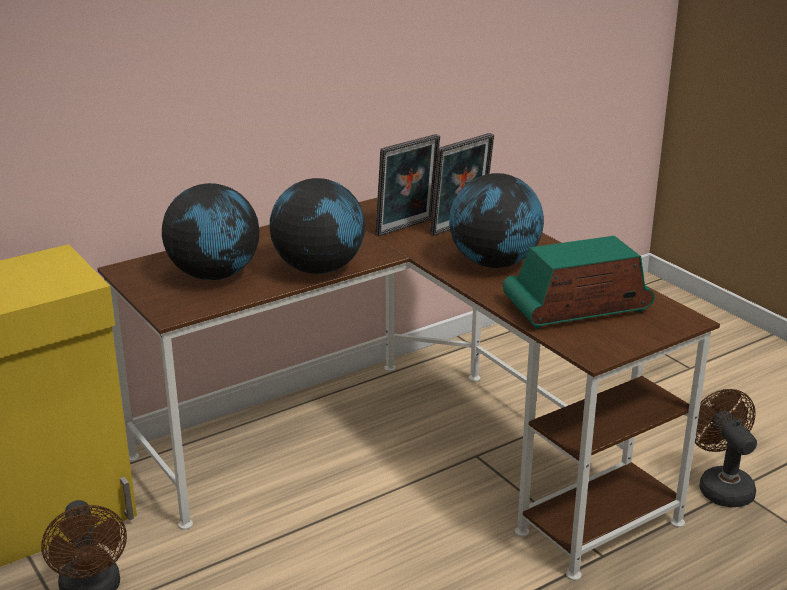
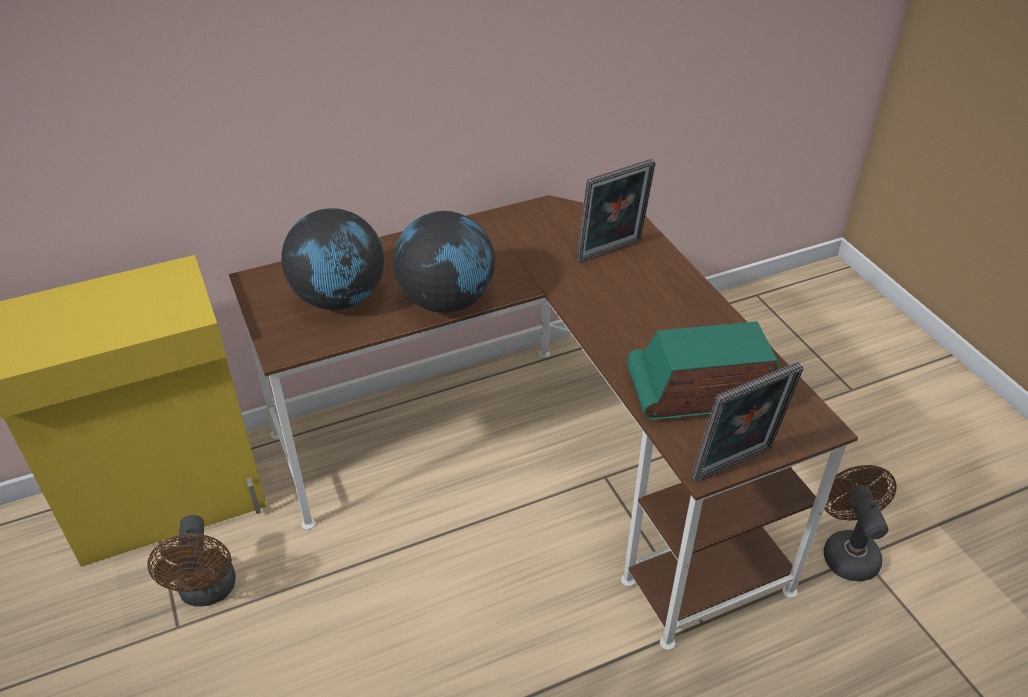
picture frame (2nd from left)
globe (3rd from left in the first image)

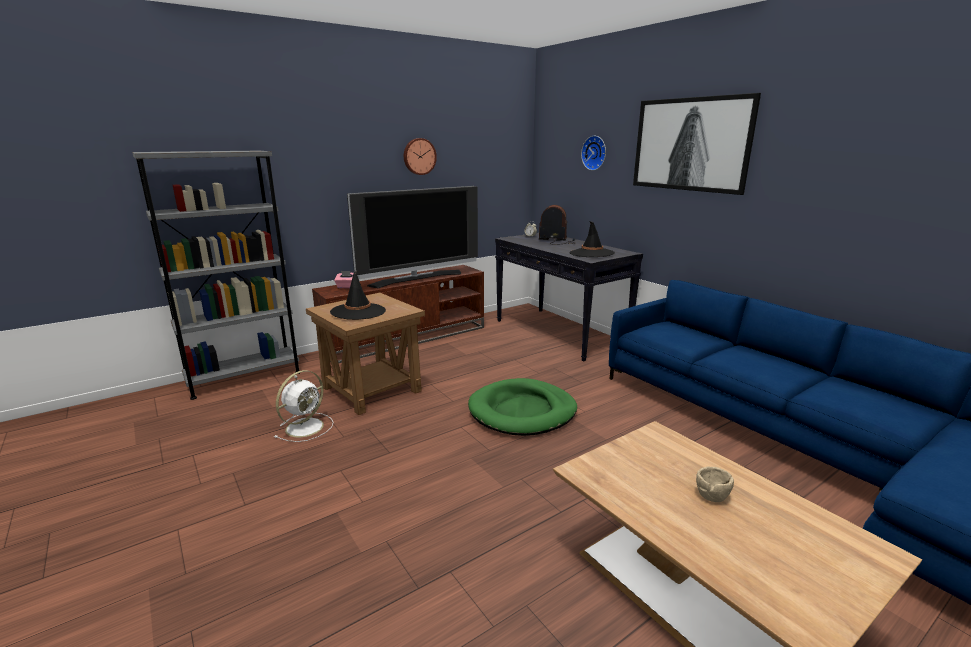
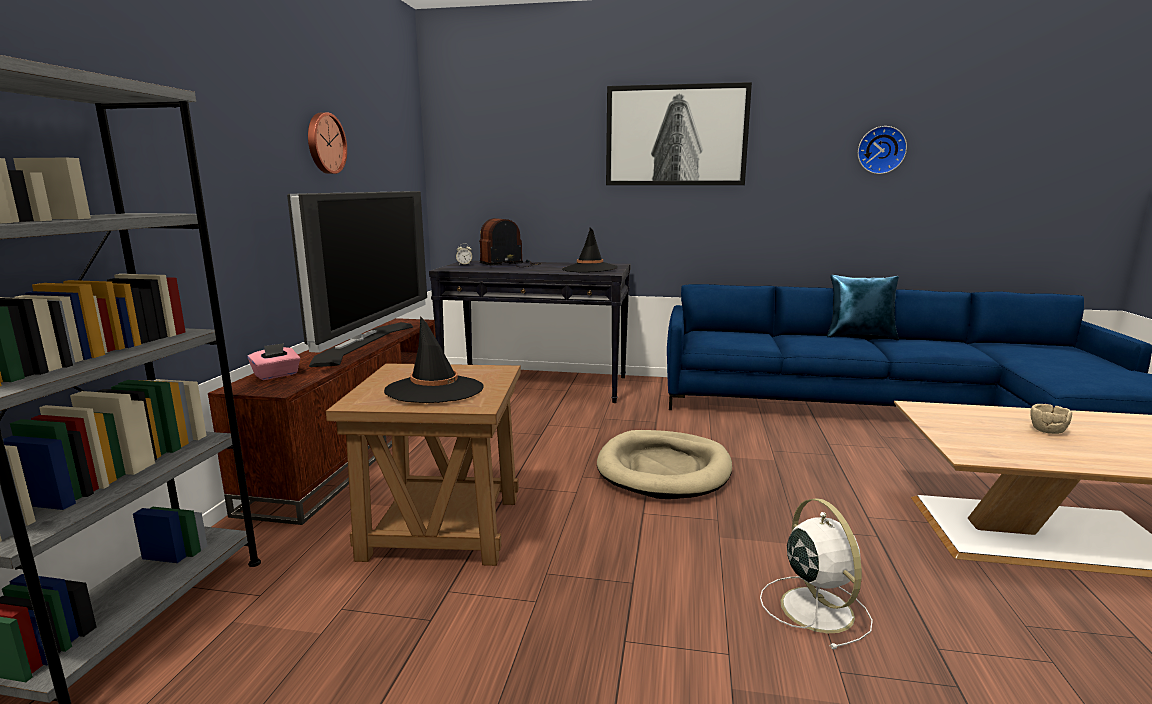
dog bed/beige
fan/white
pillow/blue
wall clock (2nd from left)

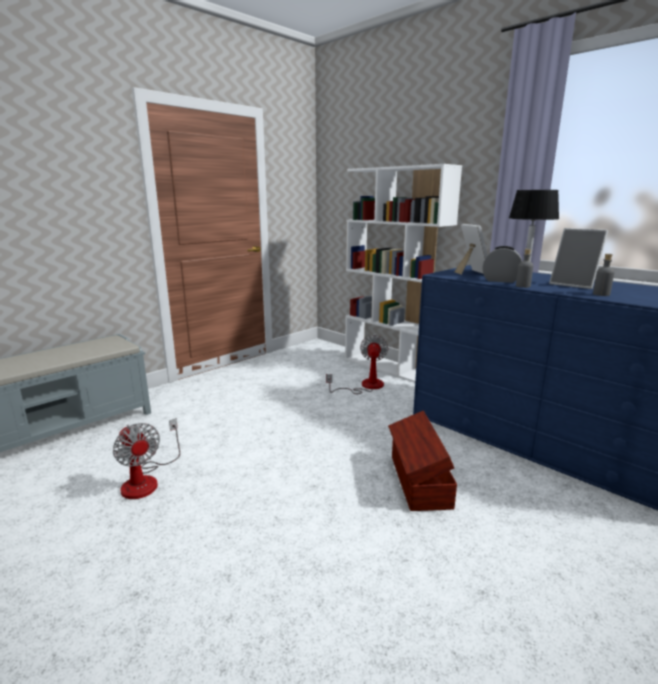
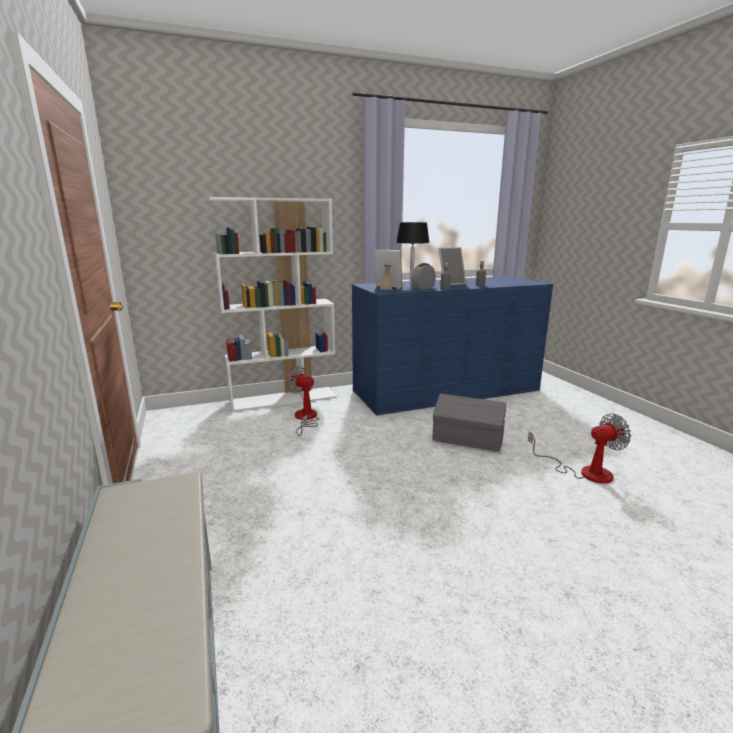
storage box/grey
fan (2nd from left)

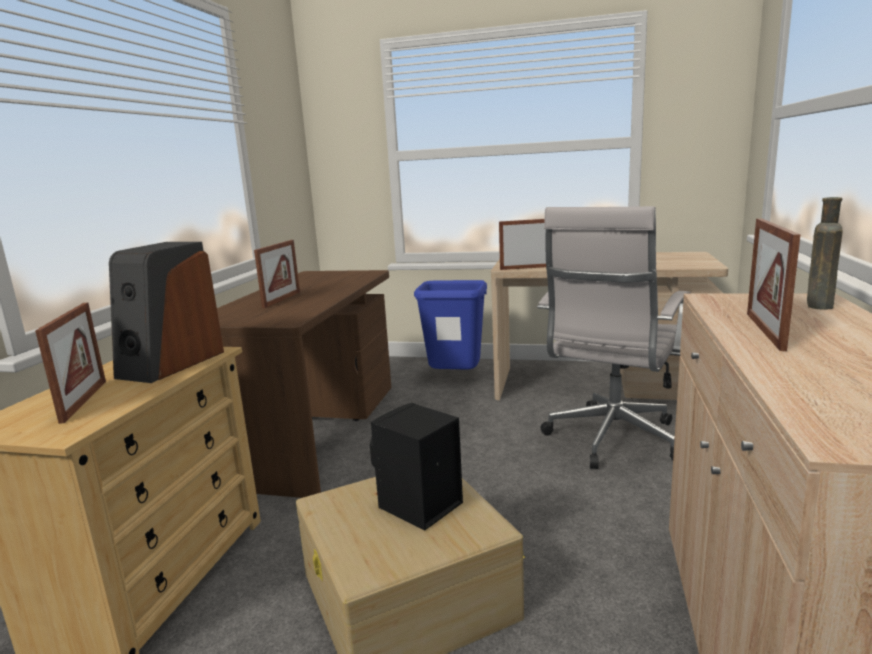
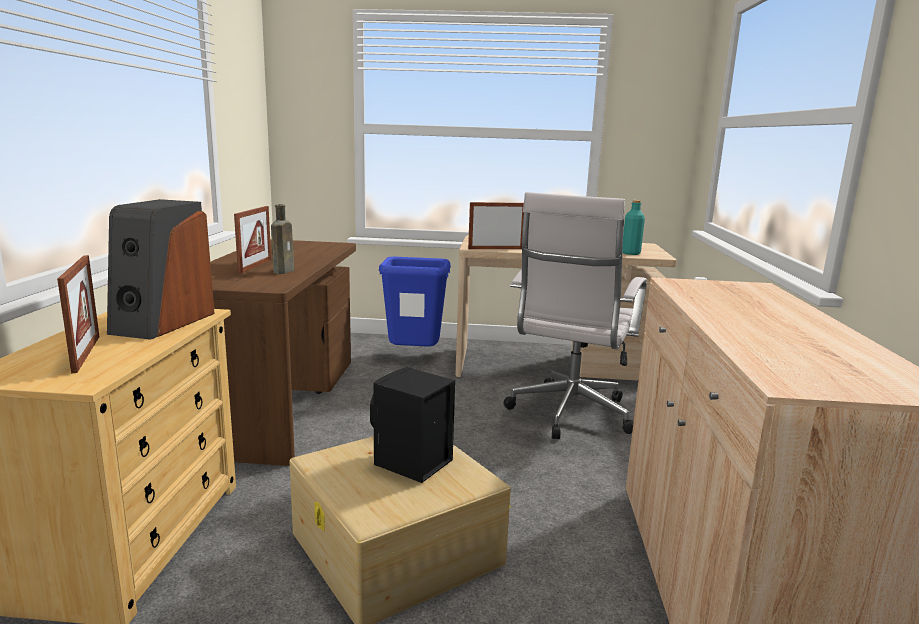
bottle/brown
bottle/turquoise
picture frame (4th from left in the first image)

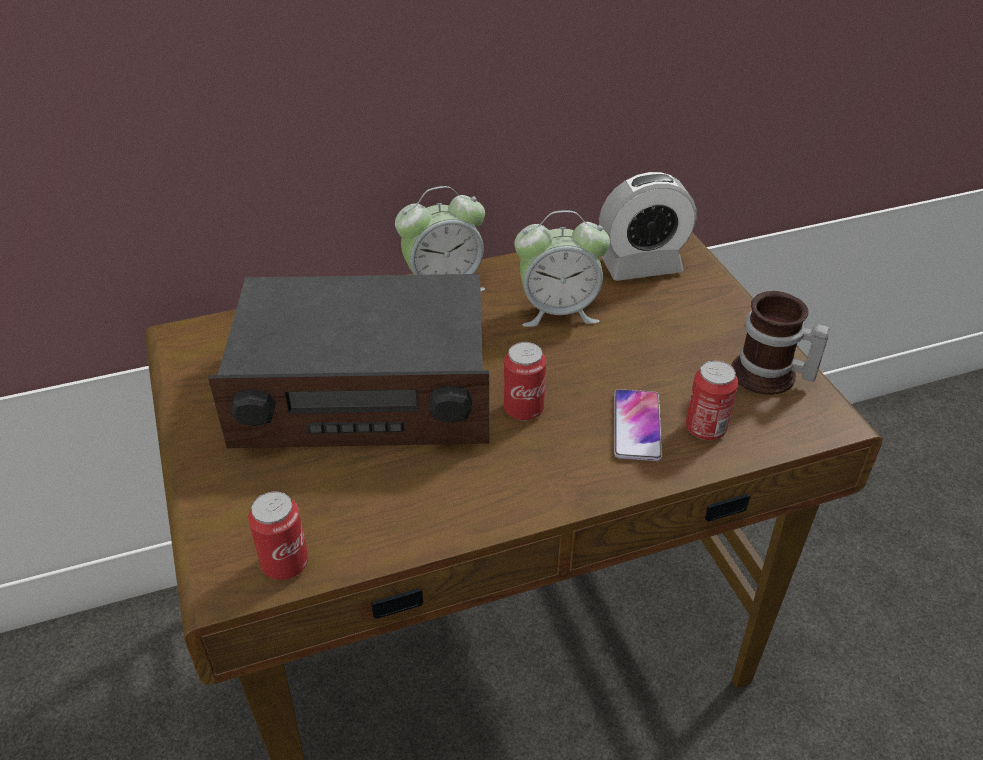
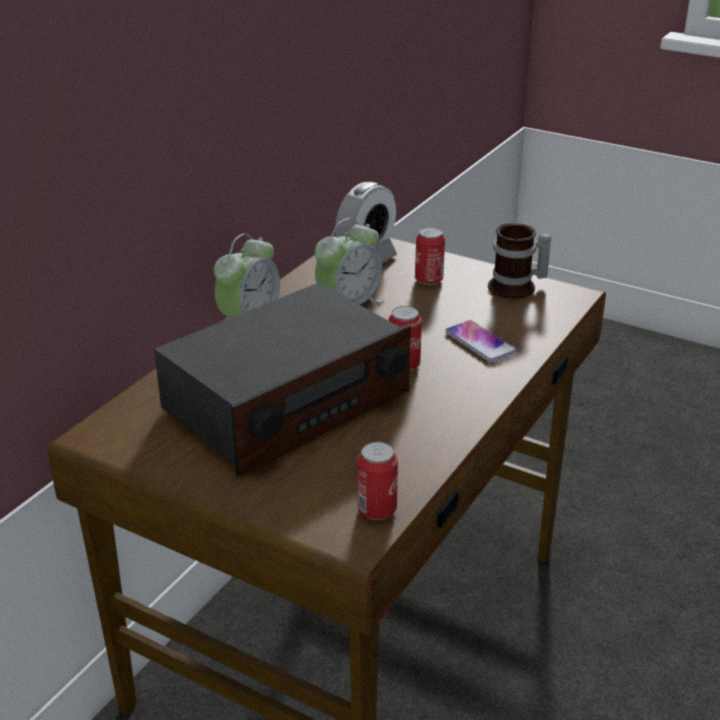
can (3rd from left)

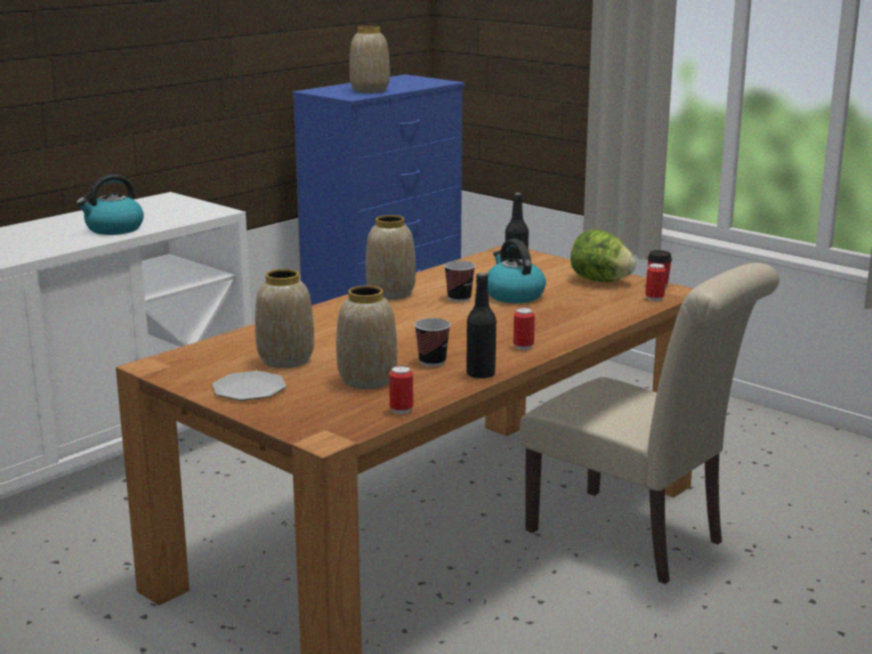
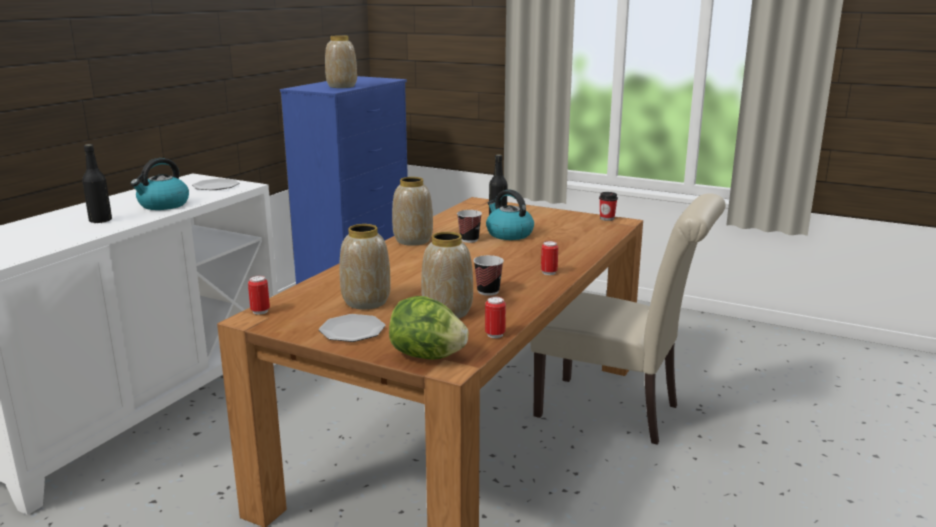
bottle/black (1st from left)
plate (1st from left)
can (1st from left)
lettuce

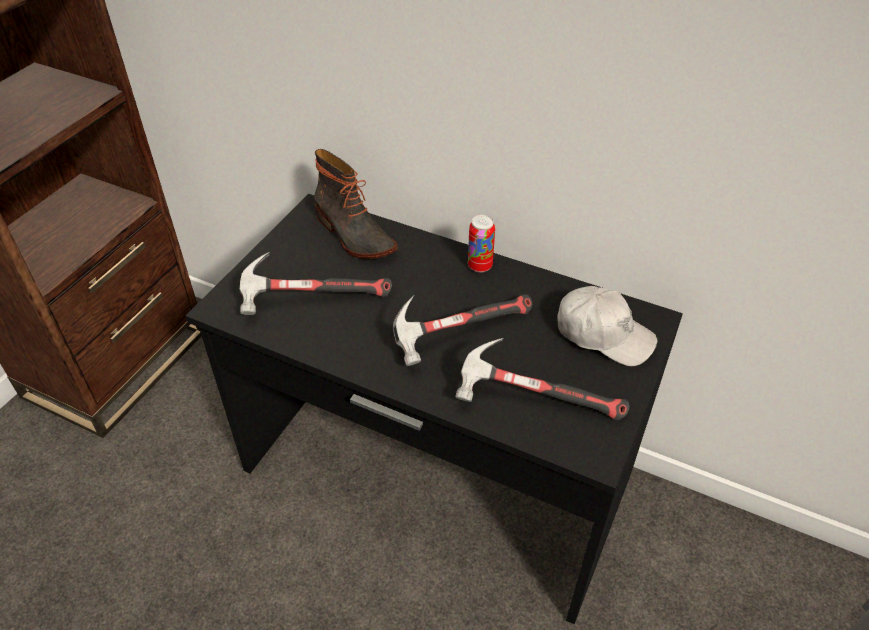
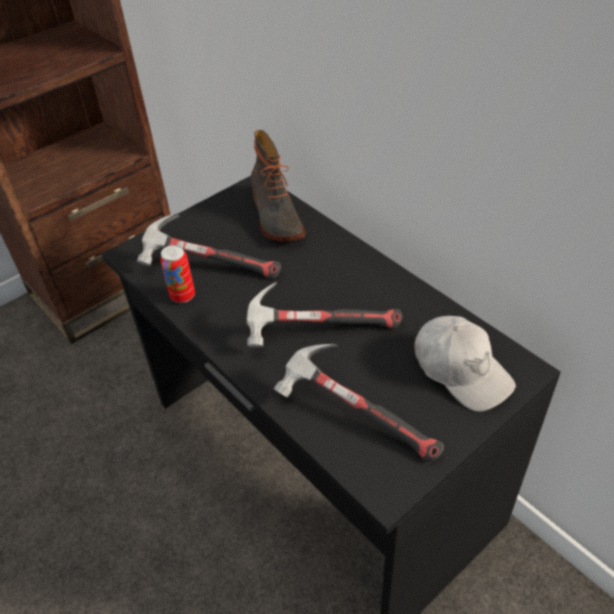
can

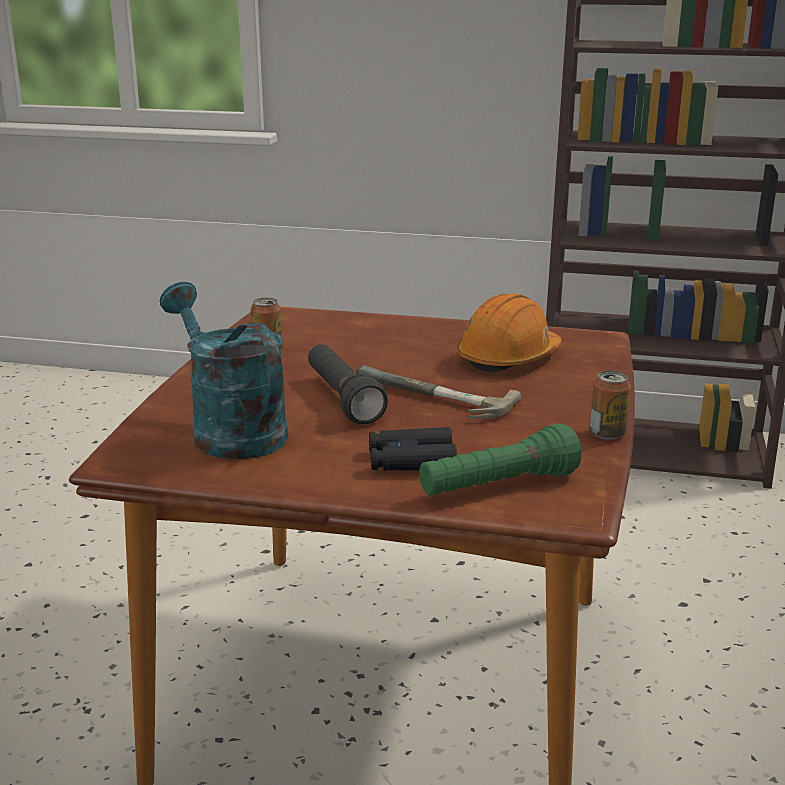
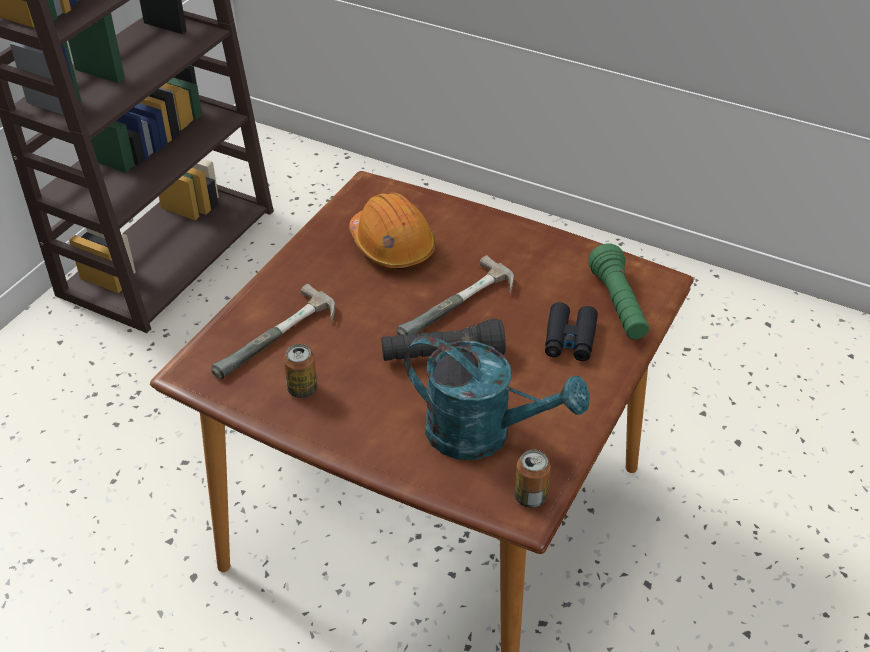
hammer (1st from left)
watering can/turquoise
can (2nd from left)

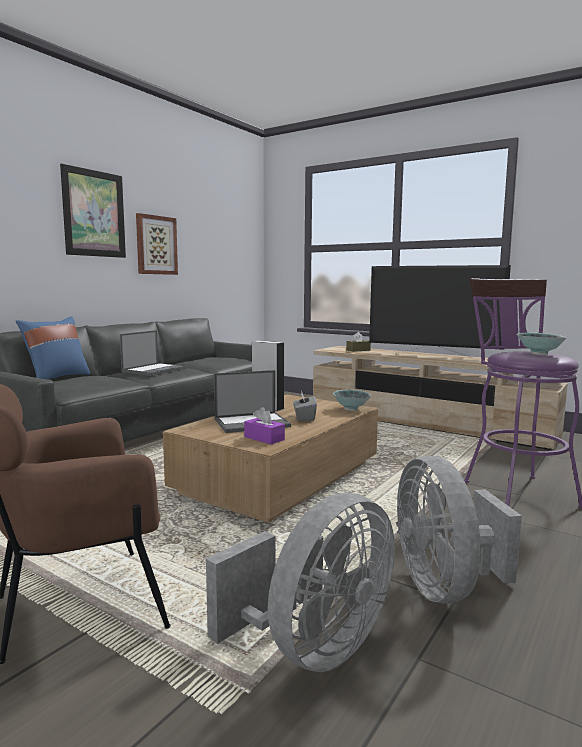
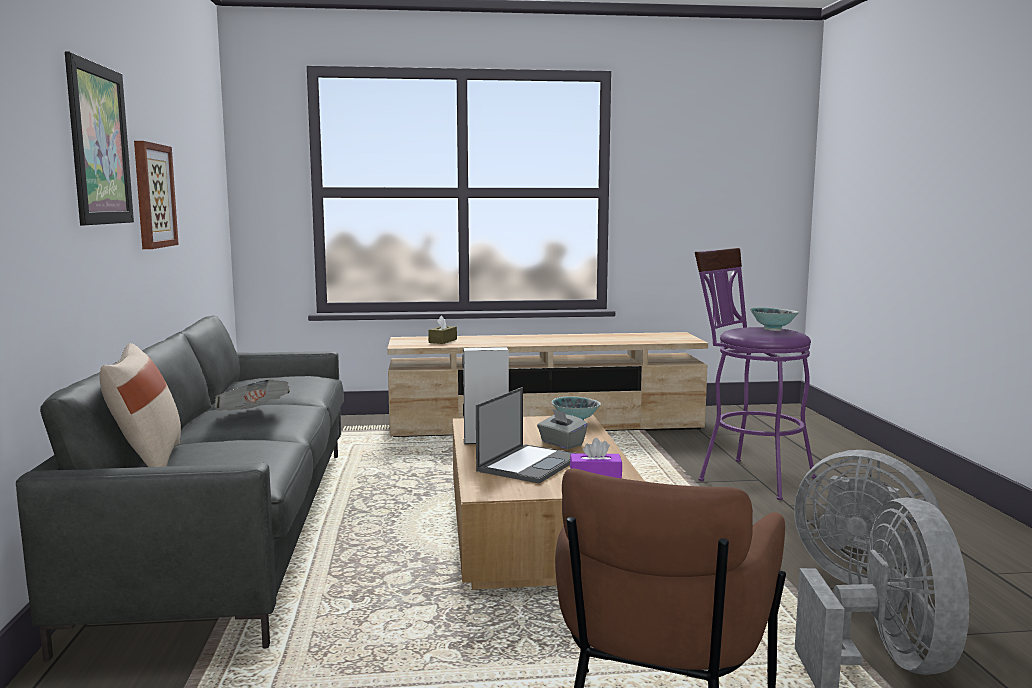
pillow/beige
newspaper
television

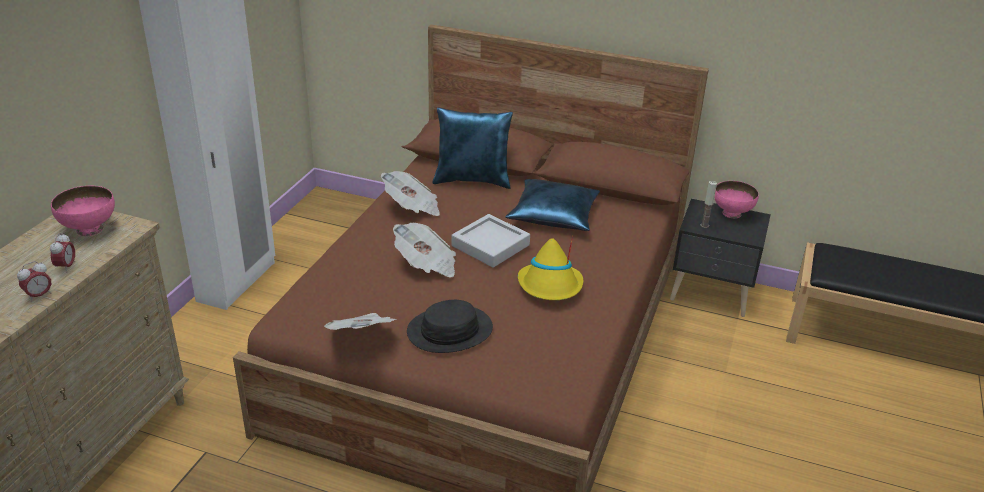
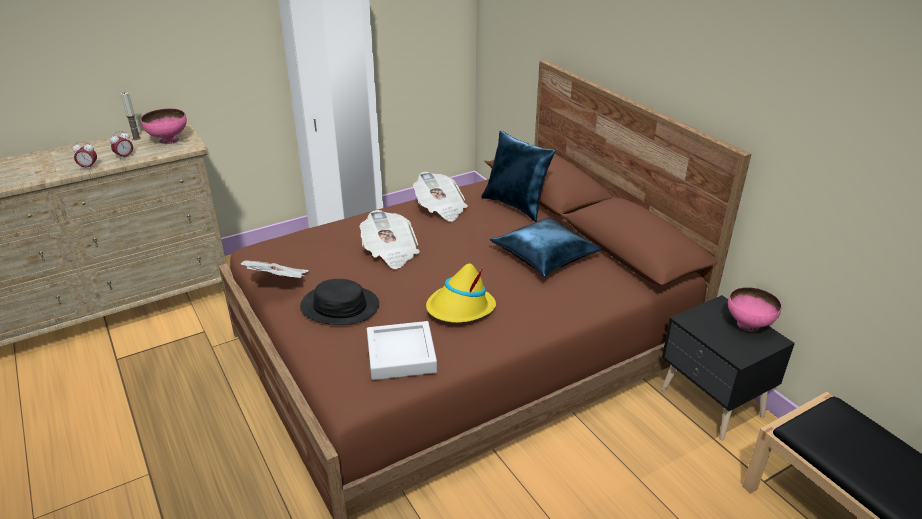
candle
tray/grey

